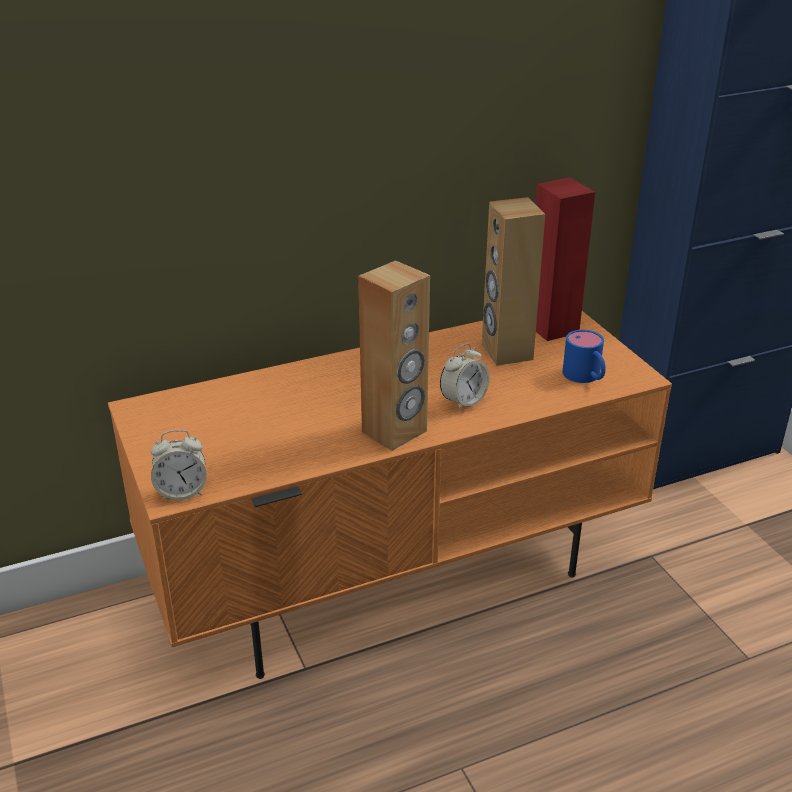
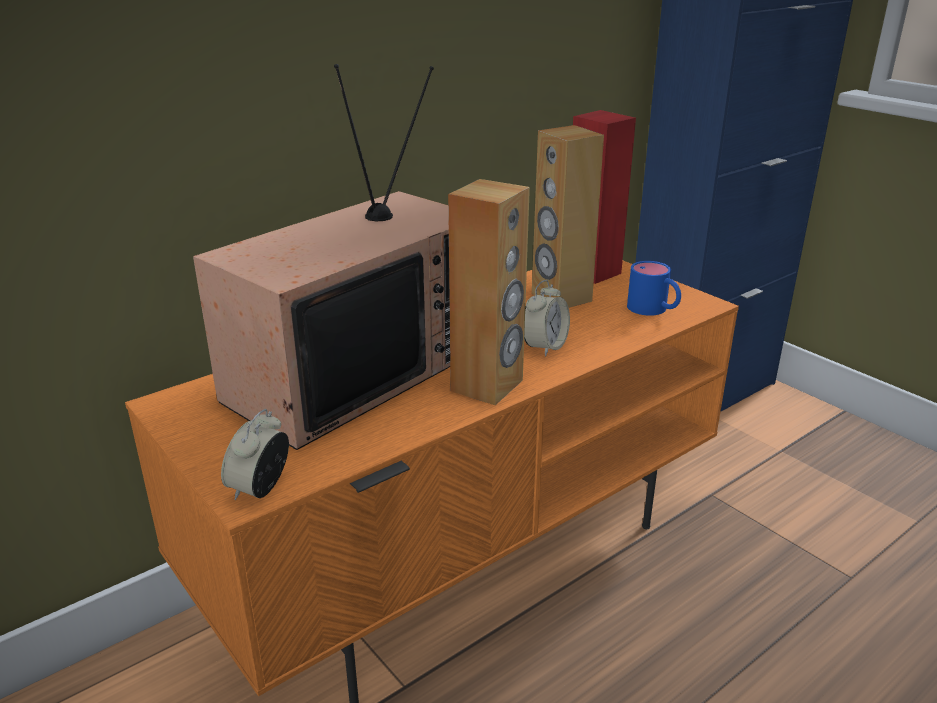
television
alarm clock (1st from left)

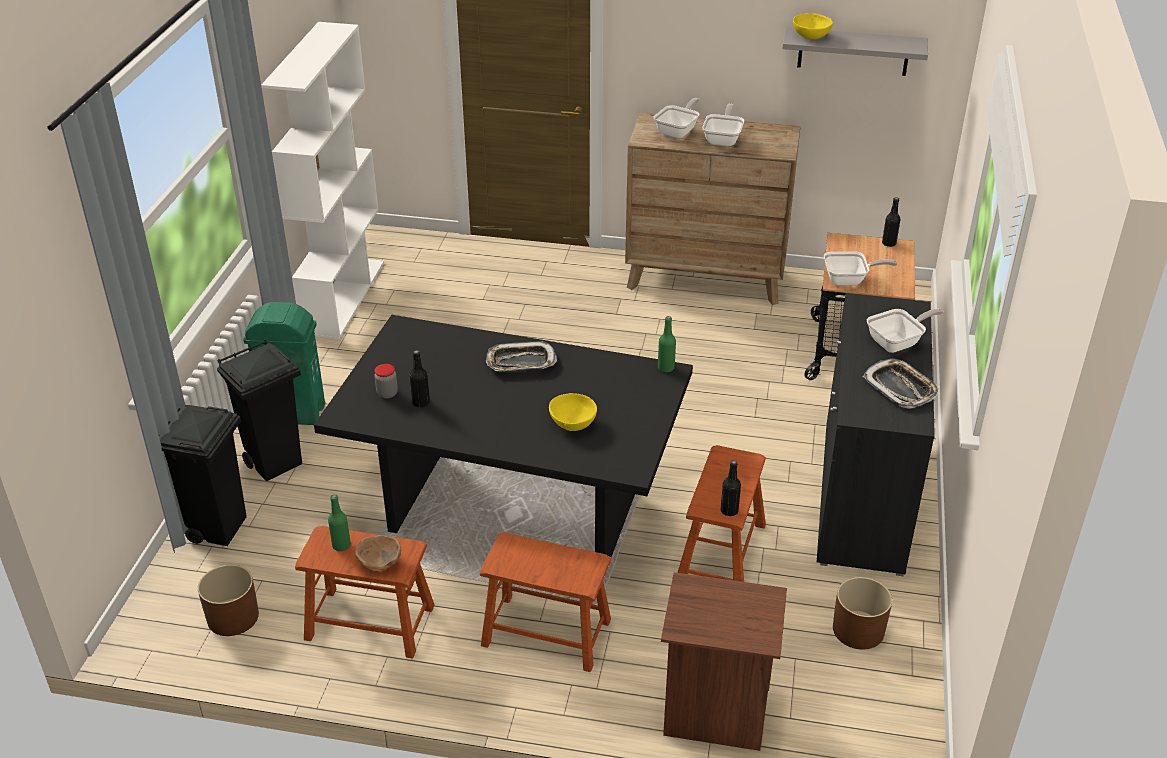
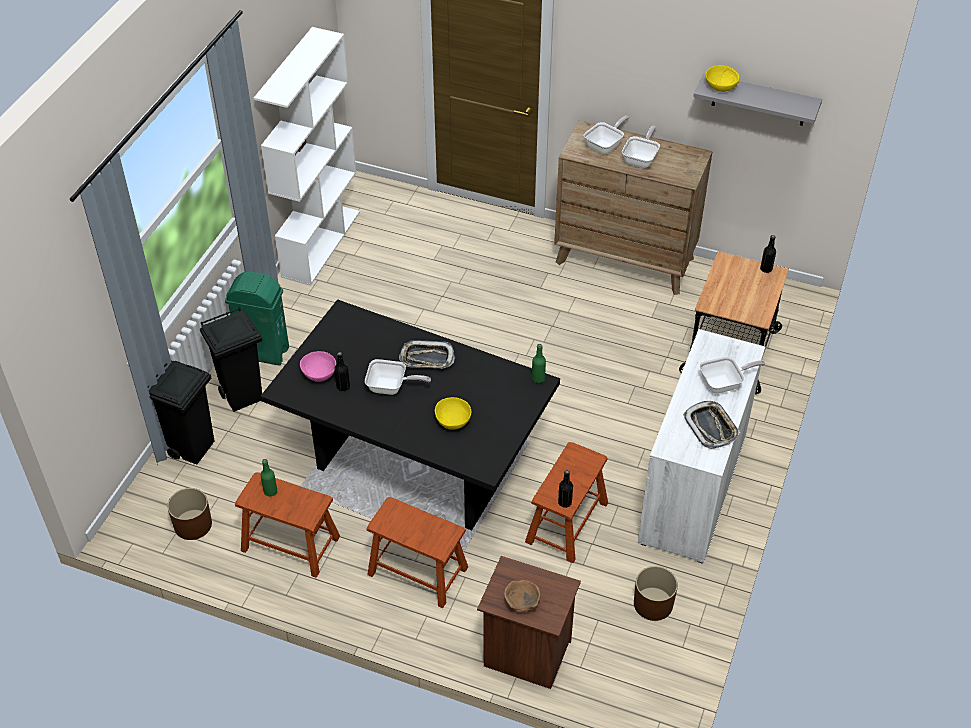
bowl/pink
frying pan (1st from left)
bowl/brown
cabinet/white

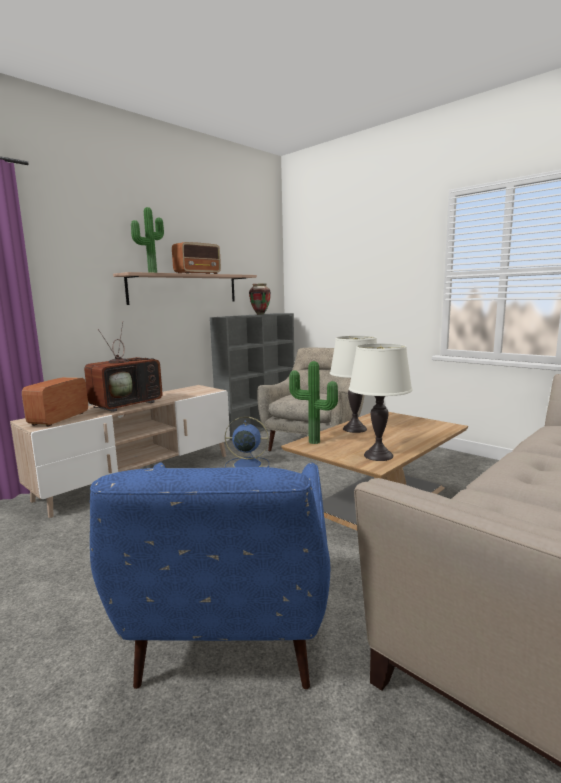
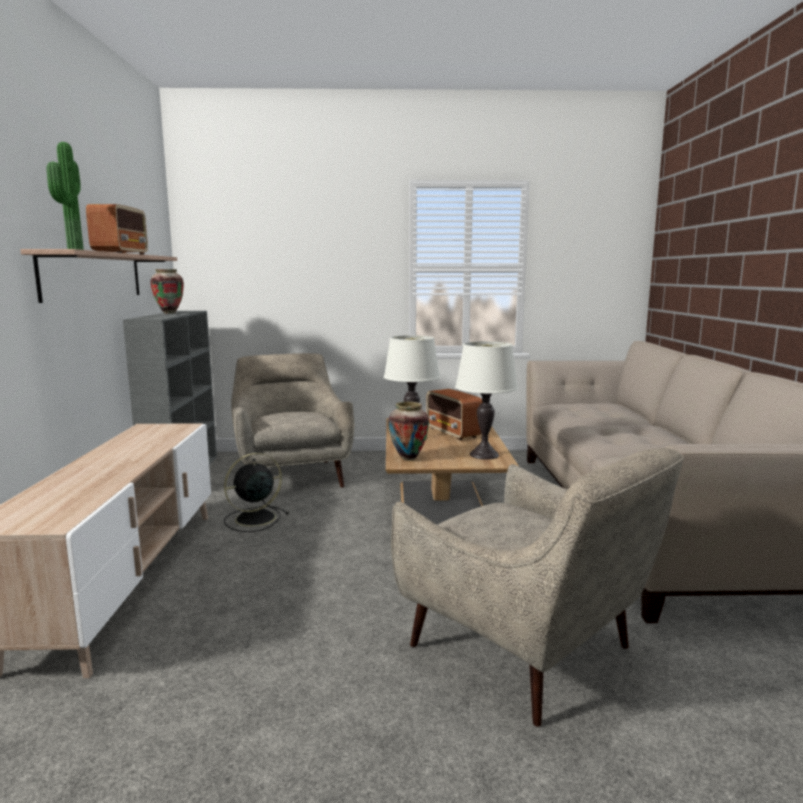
fan/black
vase (2nd from left)
armchair/beige (2nd from left)
radio (2nd from left)
television

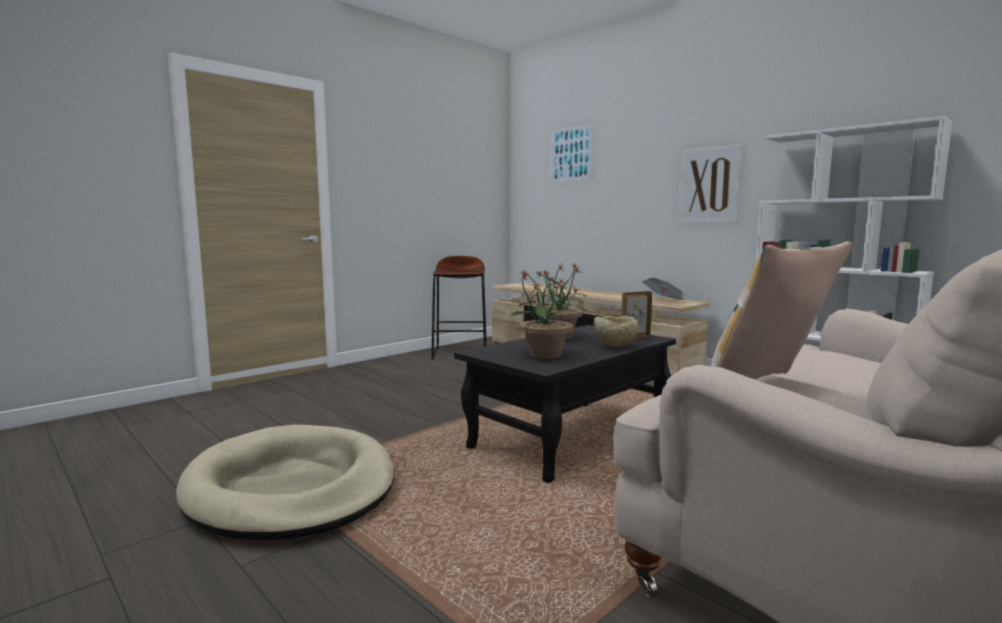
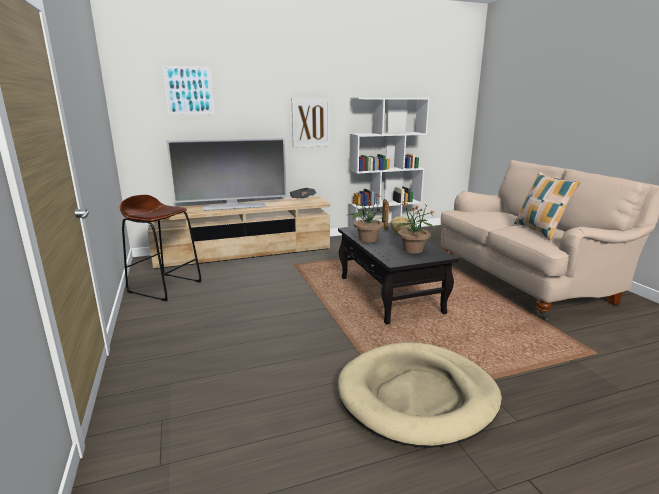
television

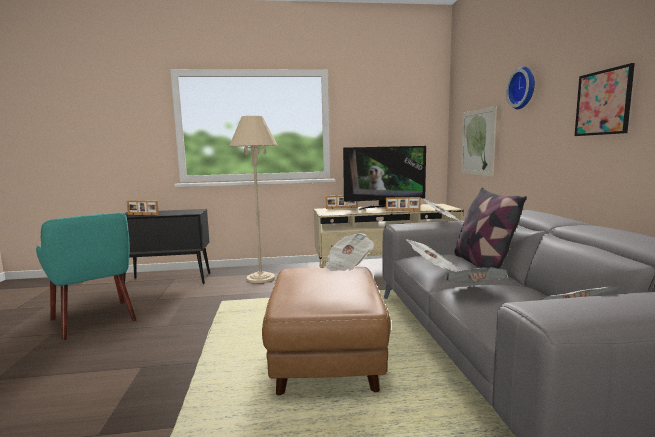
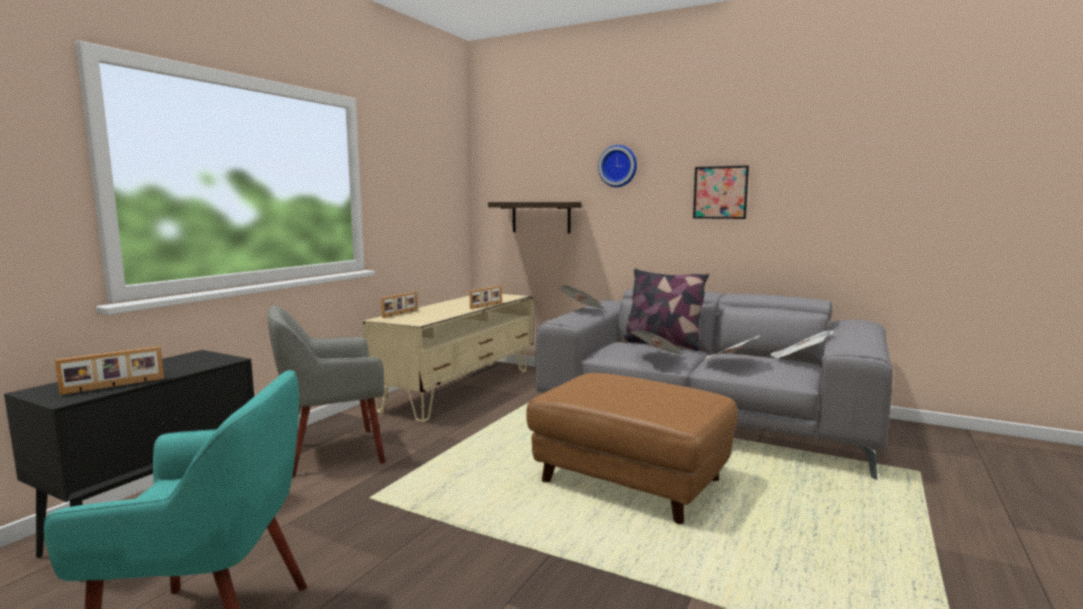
armchair/grey
shelf
newspaper (1st from left in the first image)
television

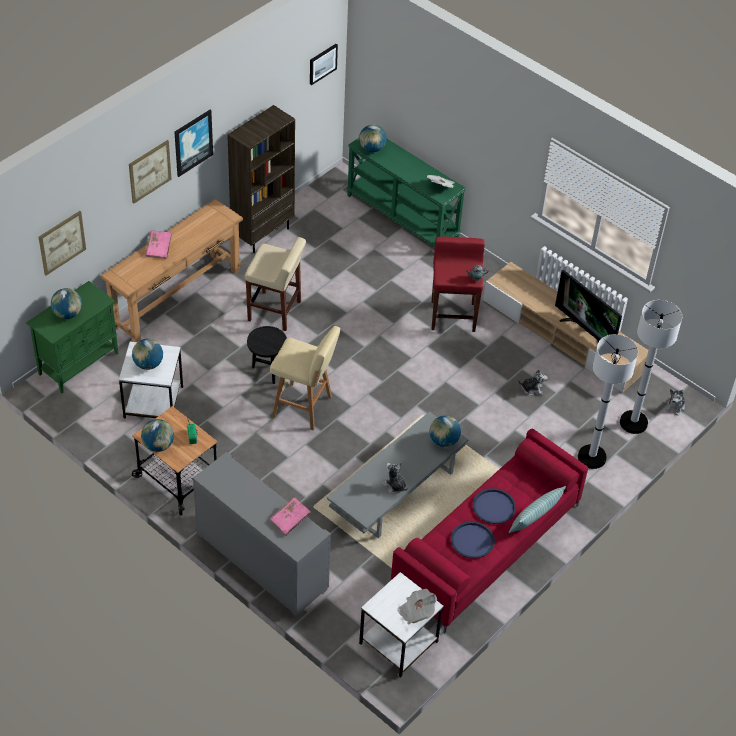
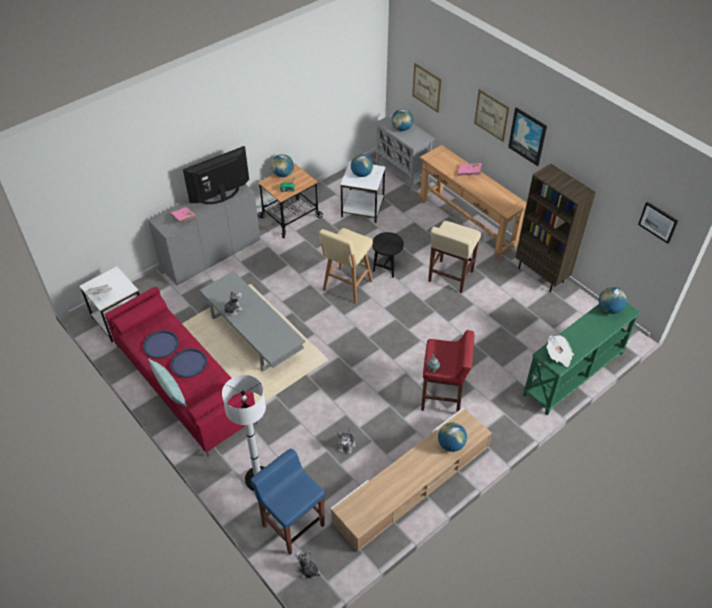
television
stool/blue
cabinet/grey (2nd from left)
globe (4th from left)

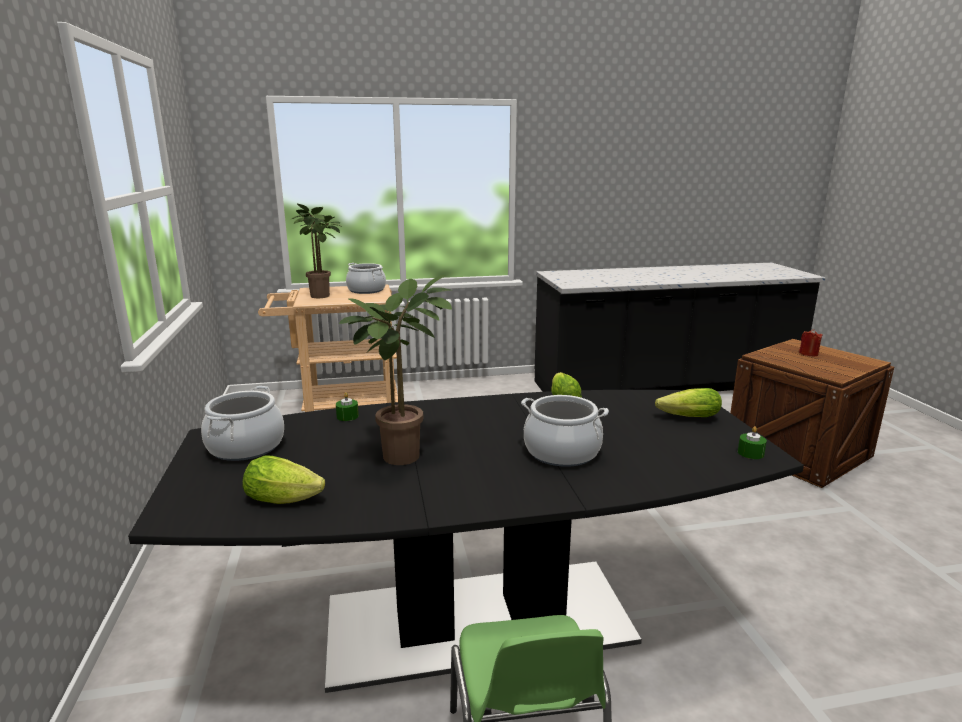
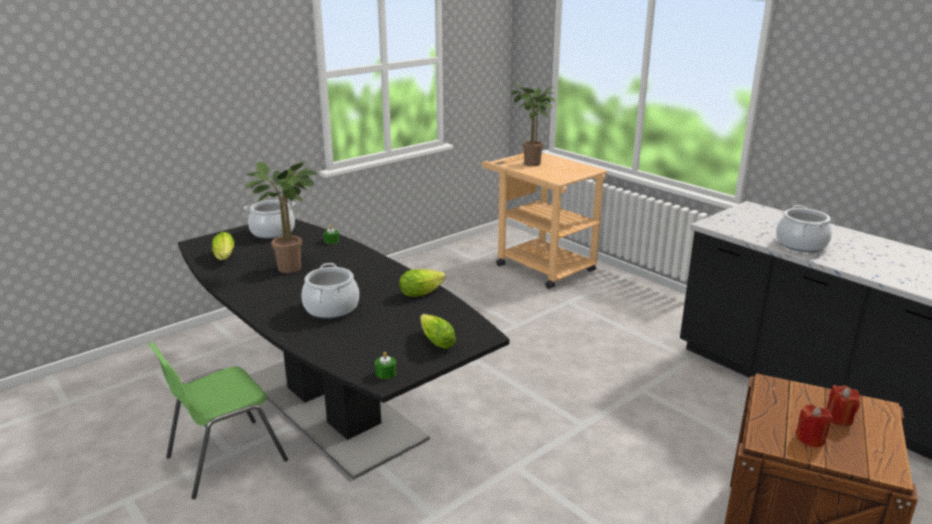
cooking pot (3rd from left)
candle/red (1st from left)

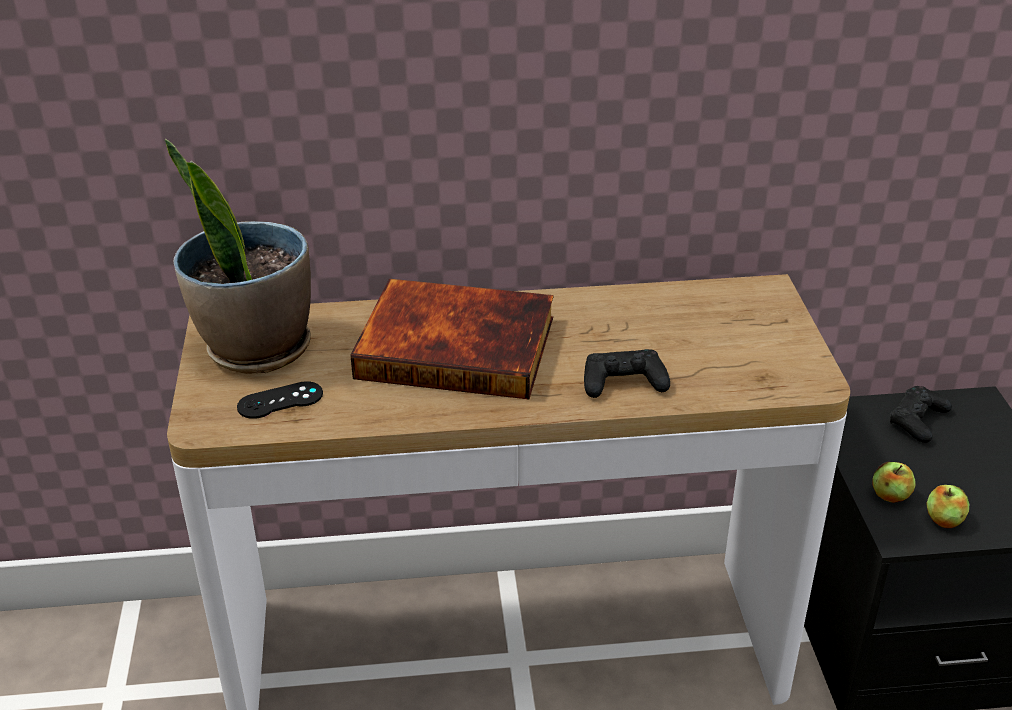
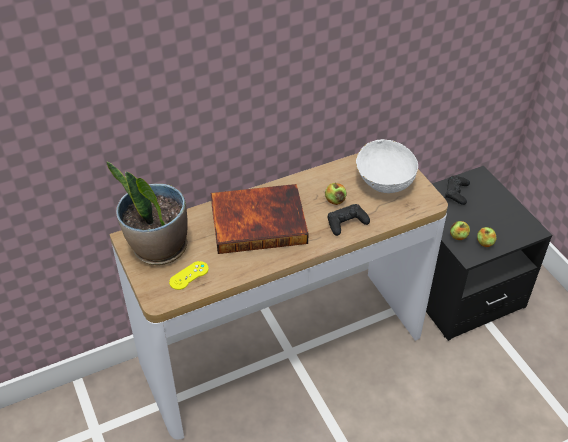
game controller/yellow
apple (1st from left)
bowl/white

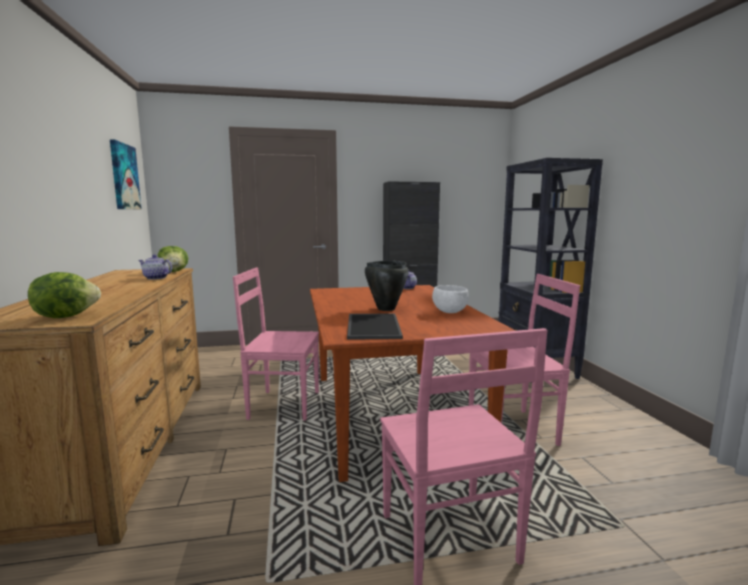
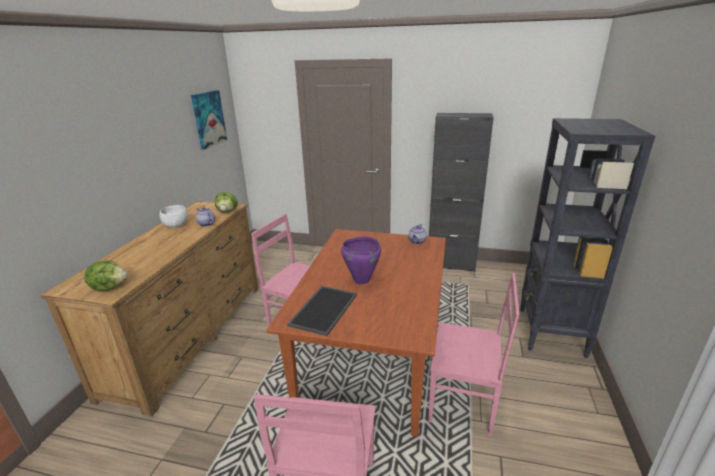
bowl/white
cooking pot/purple

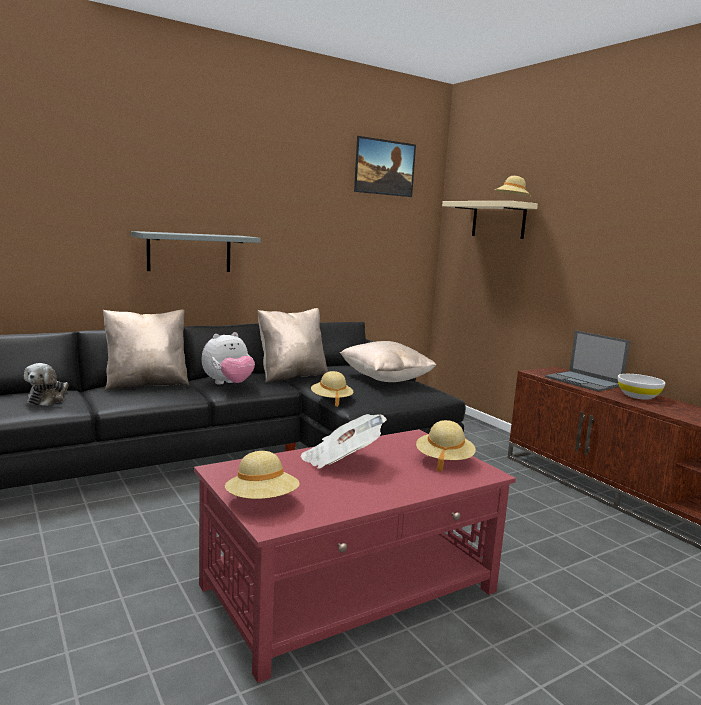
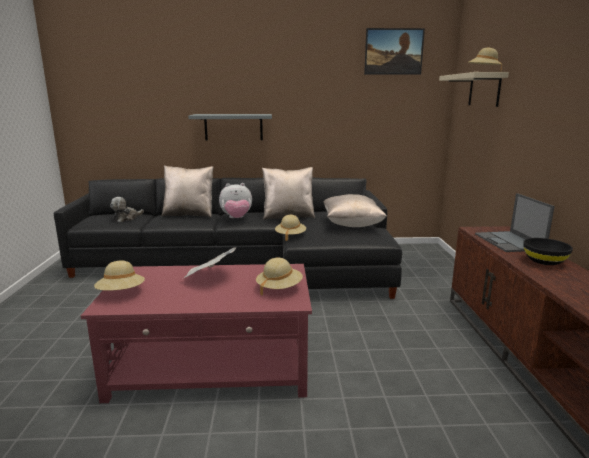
bowl/black

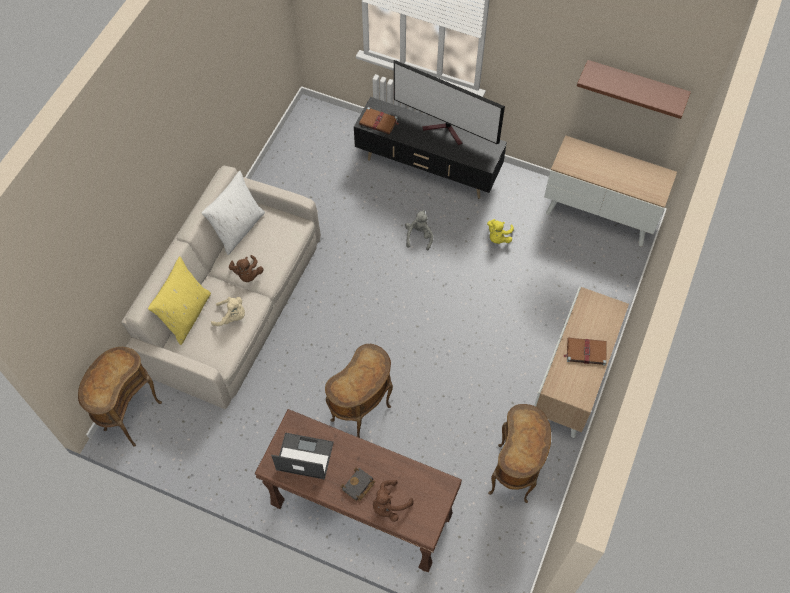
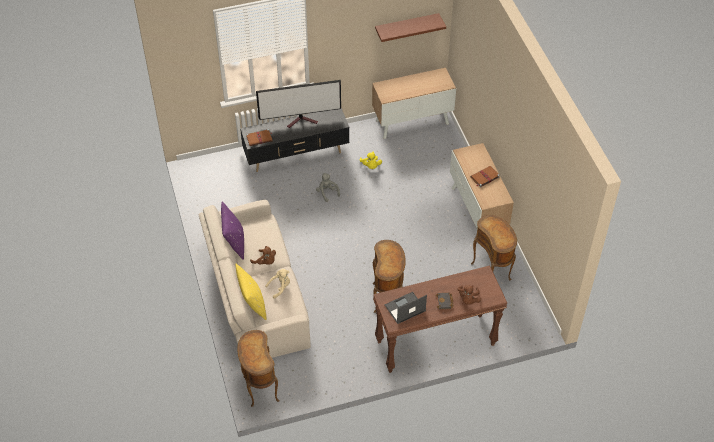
pillow/purple

